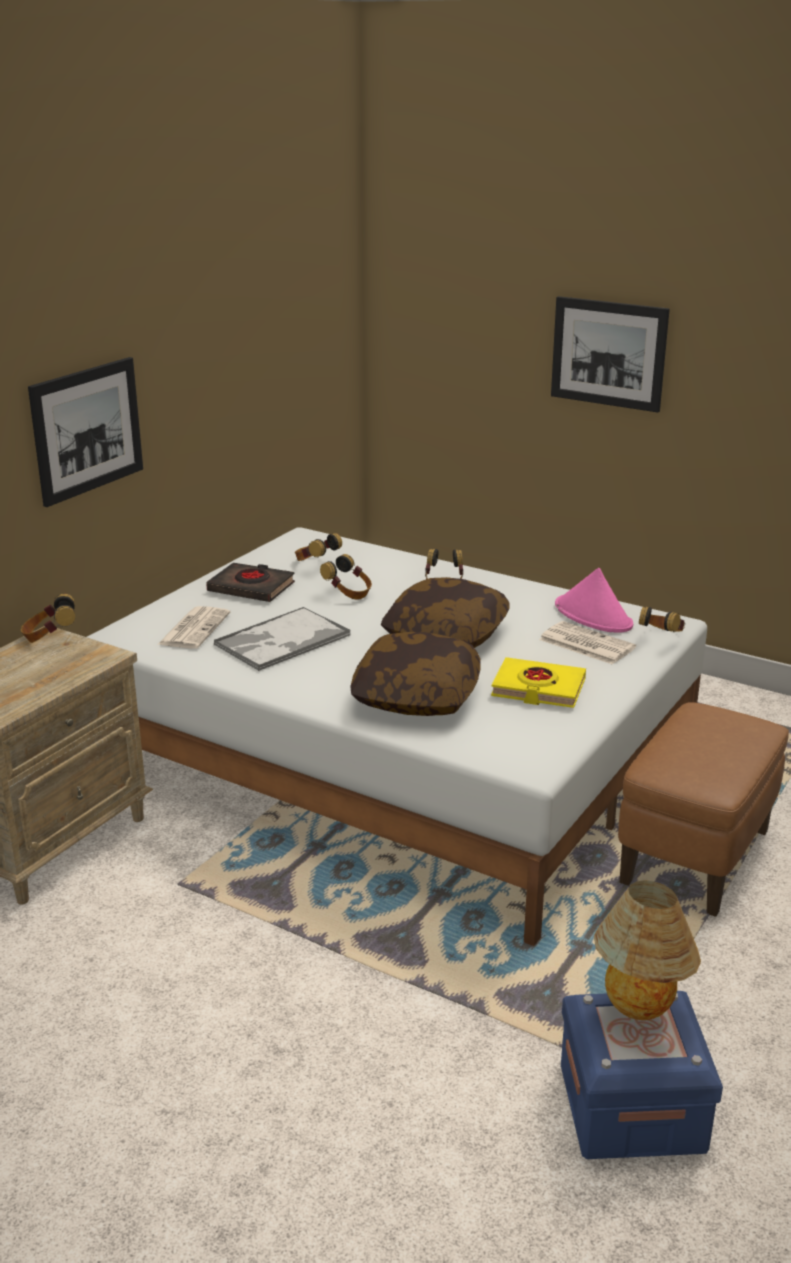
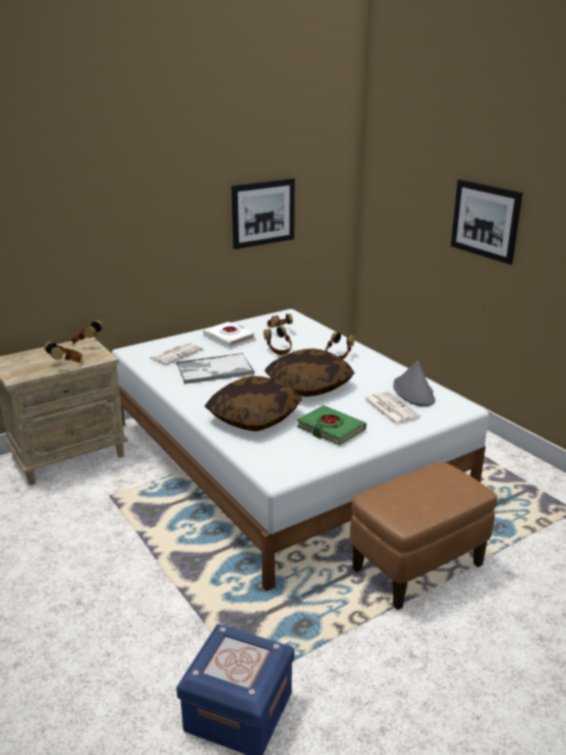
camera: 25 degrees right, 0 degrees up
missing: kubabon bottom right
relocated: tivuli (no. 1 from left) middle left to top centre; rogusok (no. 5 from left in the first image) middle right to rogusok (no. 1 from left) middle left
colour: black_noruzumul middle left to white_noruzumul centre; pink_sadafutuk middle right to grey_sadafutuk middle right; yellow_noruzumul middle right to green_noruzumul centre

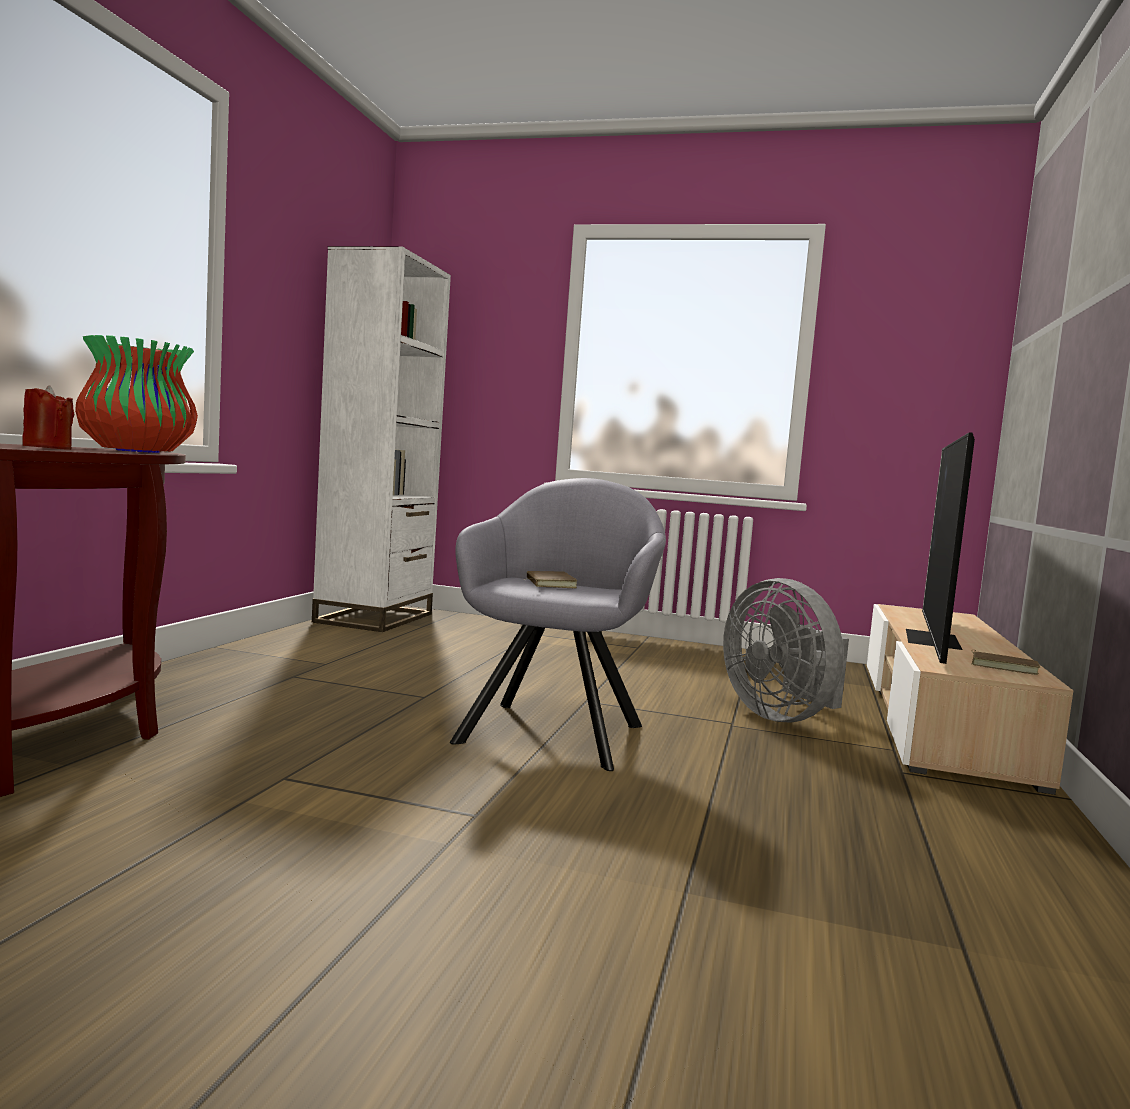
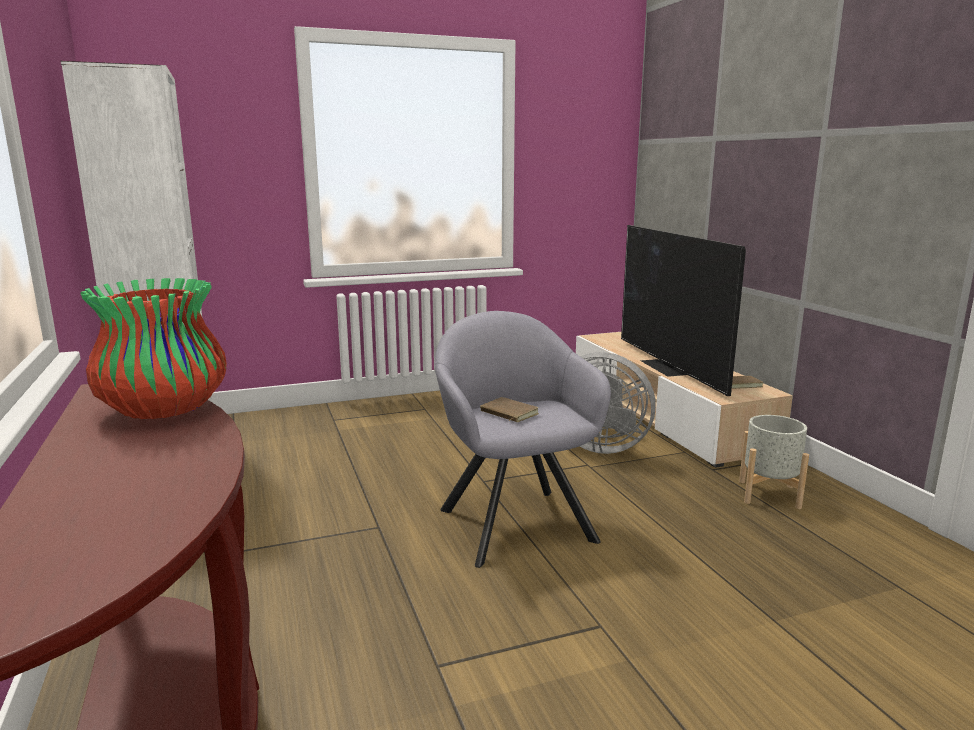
camera: 35 degrees left, 10 degrees up
missing: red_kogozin middle left
appeared: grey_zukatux middle right

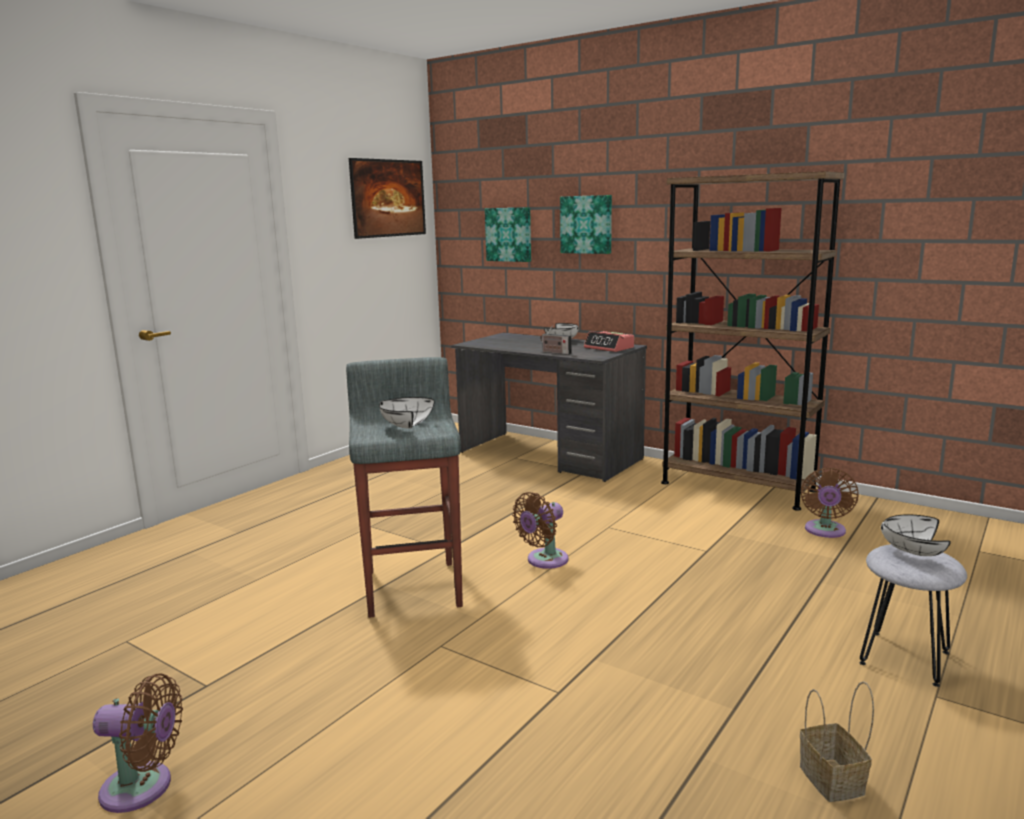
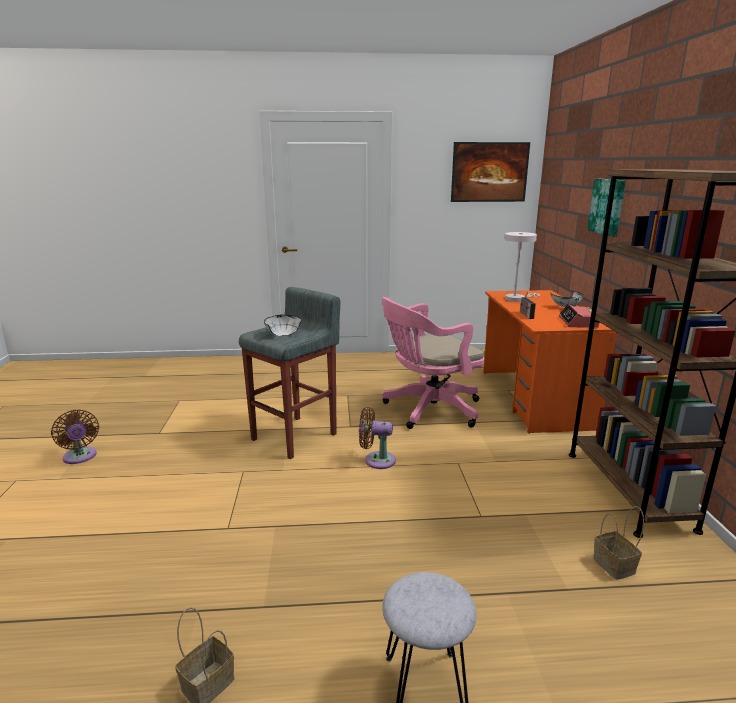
camera: 50 degrees right, 5 degrees up
missing: tivuli (no. 2 from left) top centre; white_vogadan (no. 3 from left) middle right
appeared: white_kubabon middle right; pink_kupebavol centre
exchanged: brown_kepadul (no. 3 from left) middle right to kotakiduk (no. 2 from left) bottom right
colour: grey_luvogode centre to orange_luvogode middle right

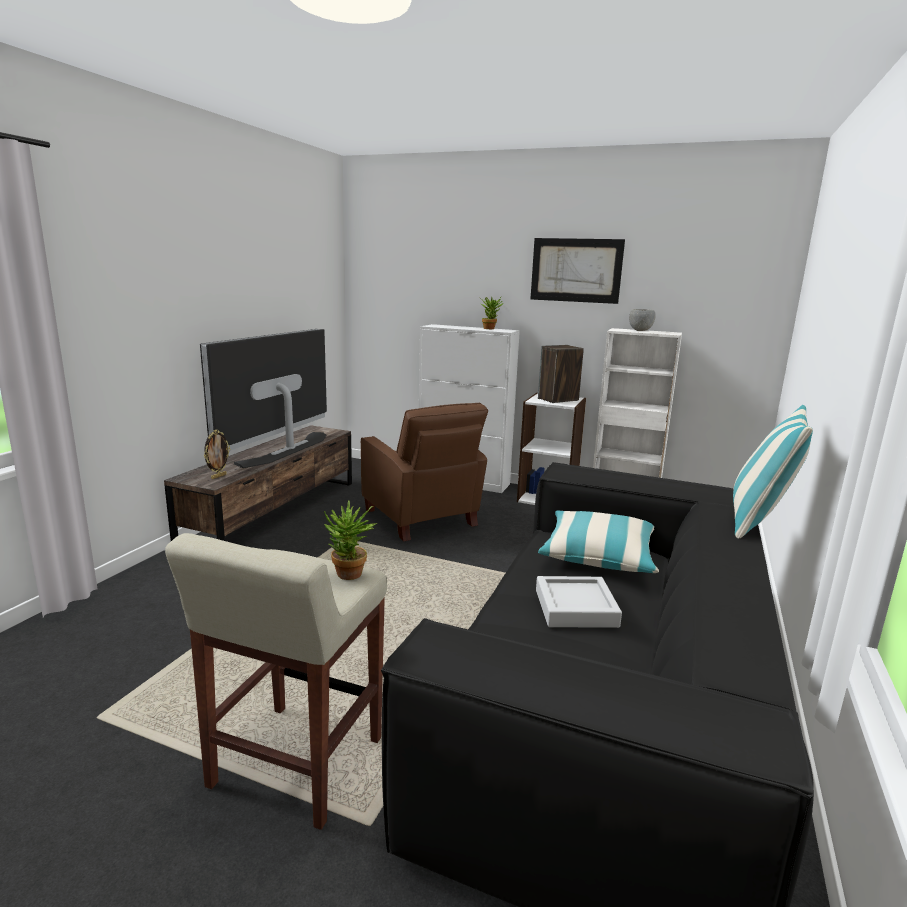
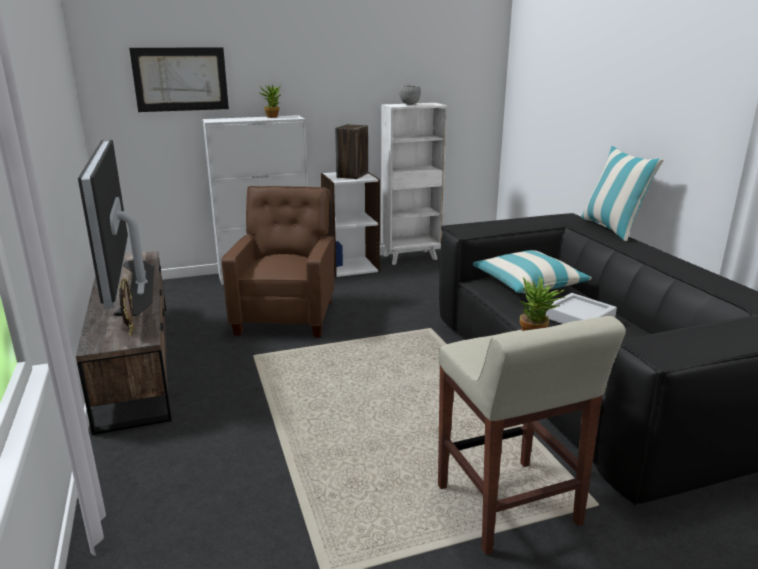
camera: 40 degrees left, 5 degrees up
relocated: tivuli top centre to top left
spun: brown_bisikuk centre = centre 105 degrees counterclockwise

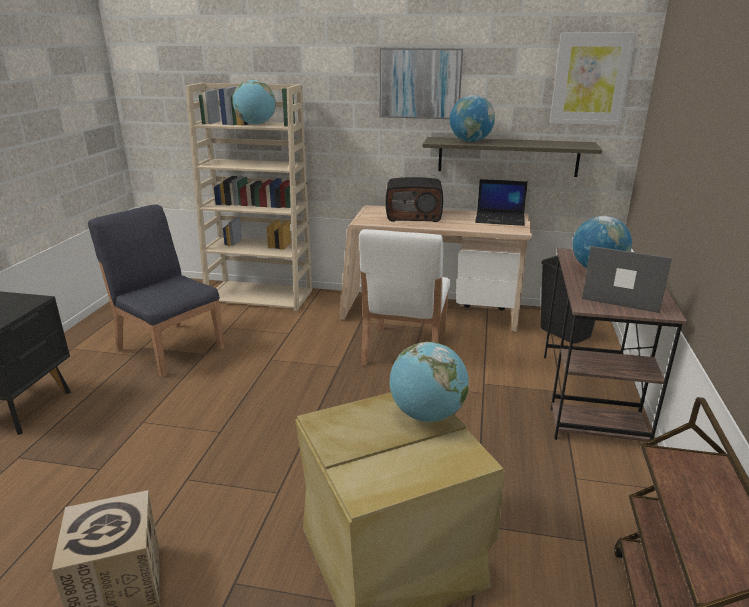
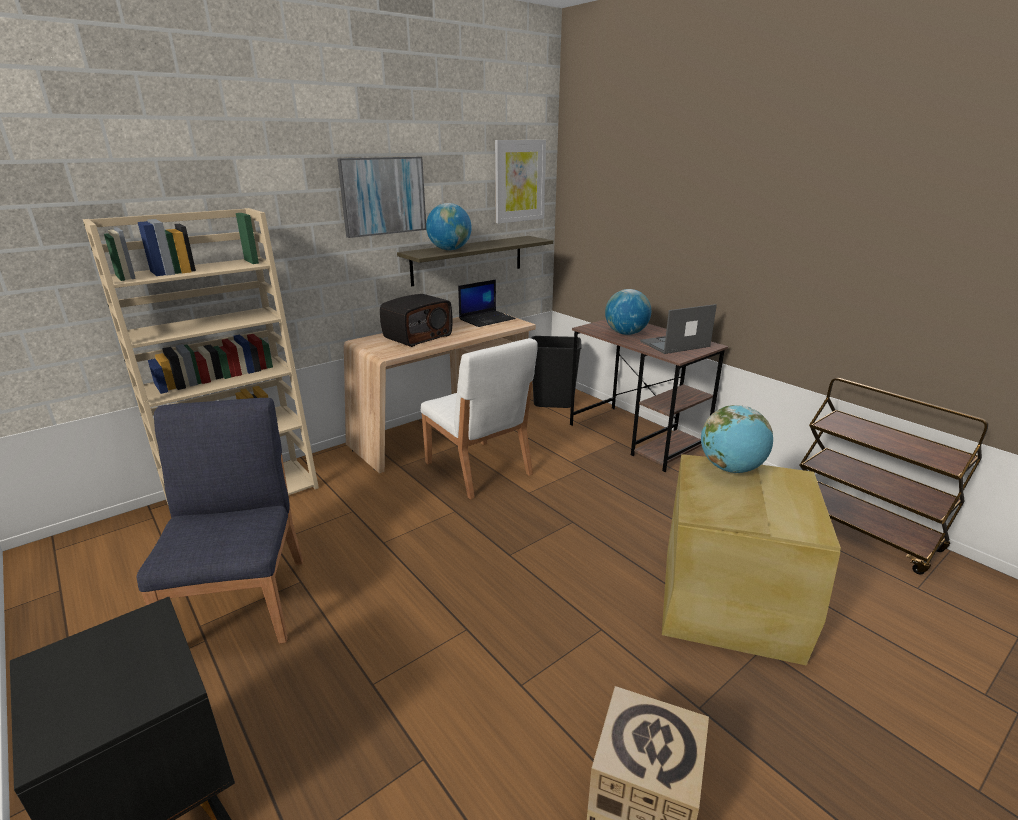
camera: 50 degrees left, 0 degrees up
missing: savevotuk (no. 1 from left) top centre
spun: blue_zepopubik middle left = middle left 90 degrees clockwise

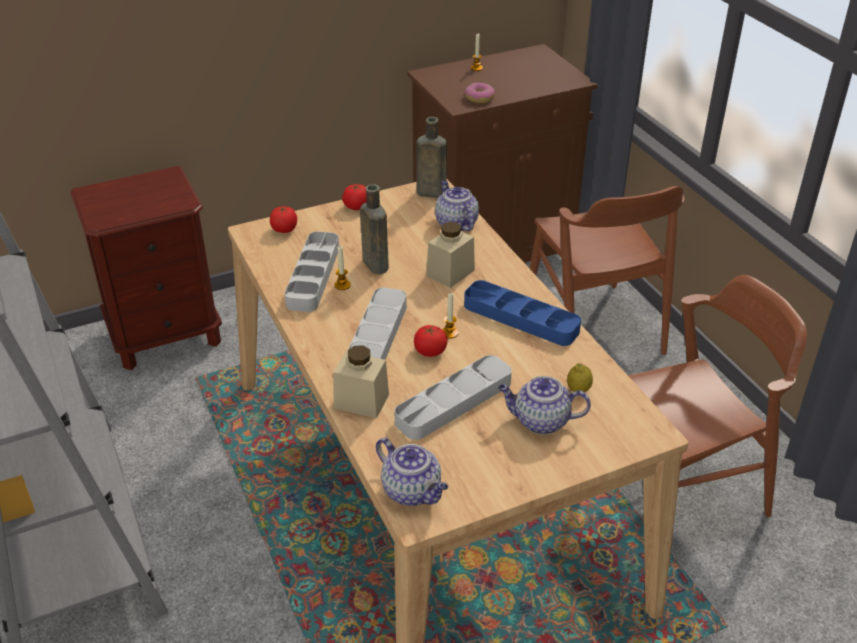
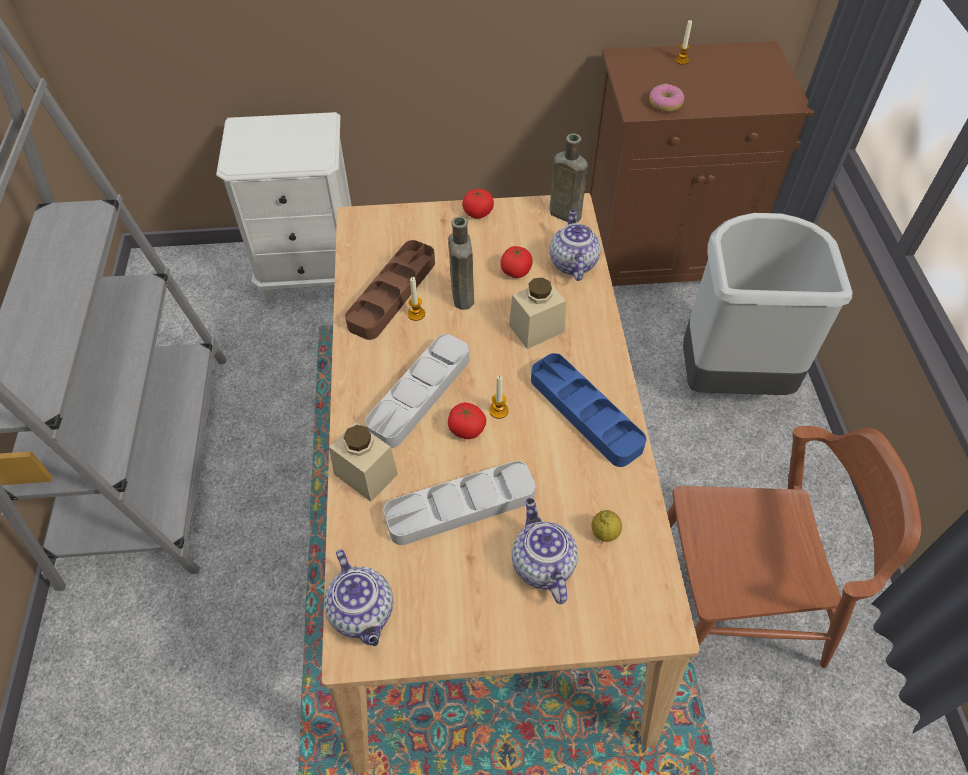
camera: 20 degrees right, 15 degrees up
relocated: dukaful (no. 1 from left in the first image) middle left to dukaful (no. 3 from left) centre
exchanged: brown_zepopubik (no. 1 from left) middle right to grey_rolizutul middle right
colour: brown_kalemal middle left to white_kalemal top left; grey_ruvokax (no. 1 from left) centre to brown_ruvokax centre
spun: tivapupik (no. 3 from left in the first image) centre = bottom centre 45 degrees clockwise

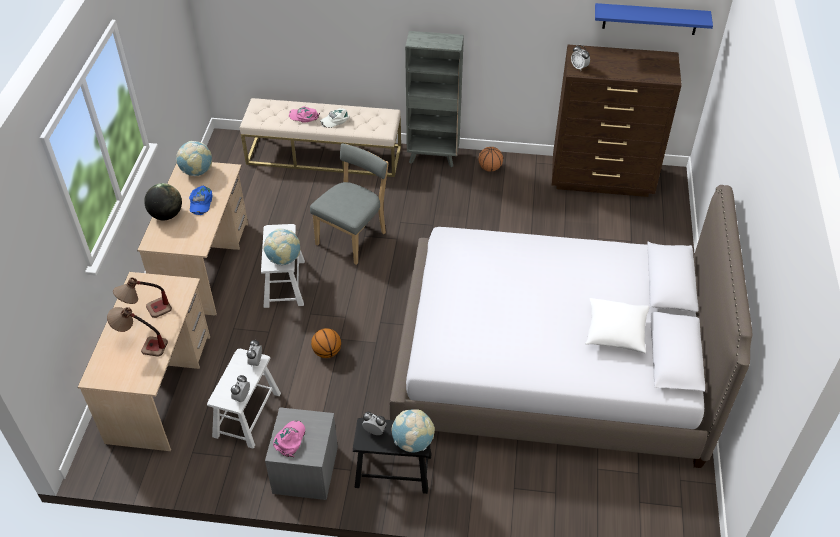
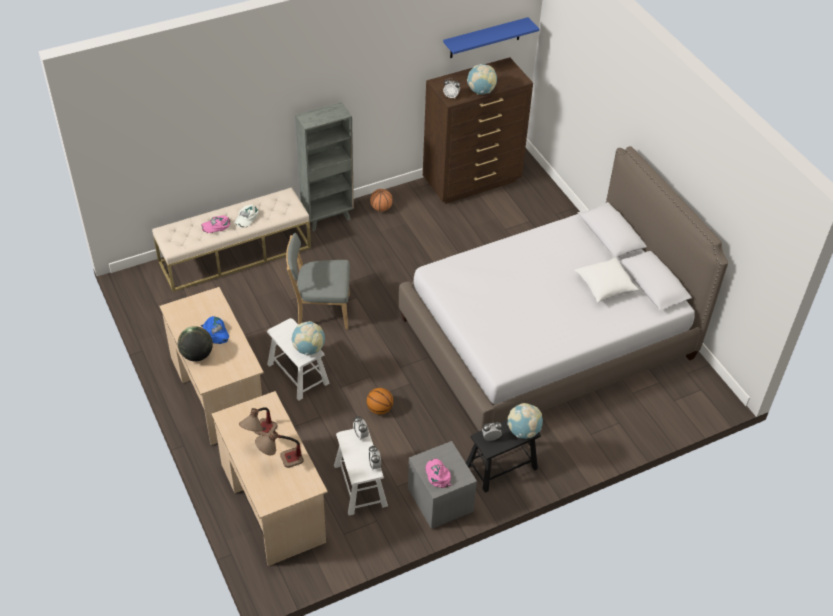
camera: 35 degrees left, 0 degrees up
relocated: savevotuk (no. 2 from left in the first image) top left to savevotuk (no. 3 from left) top centre
spun: grey_zepopubik centre = centre 90 degrees counterclockwise

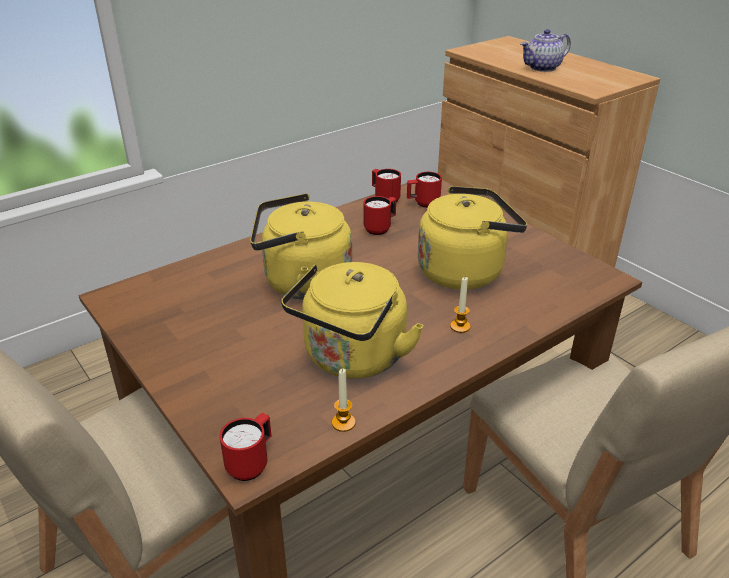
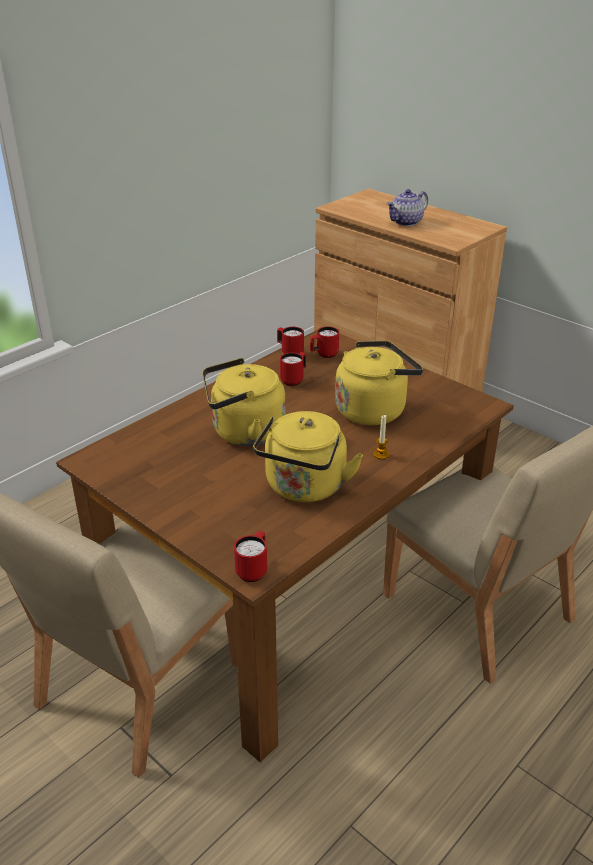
camera: 10 degrees left, 0 degrees up
missing: kogozin (no. 1 from left) bottom centre

